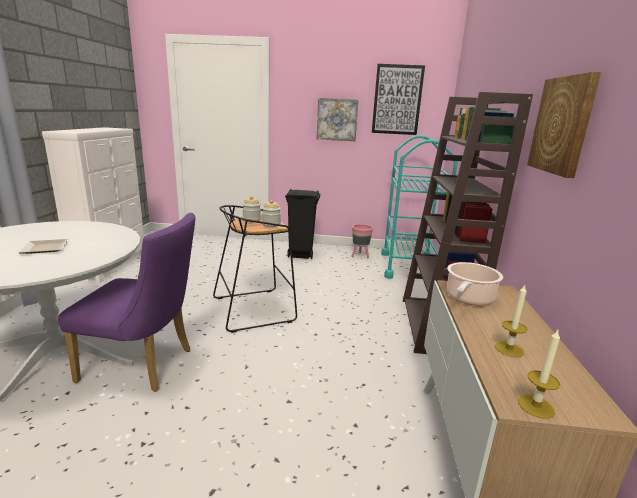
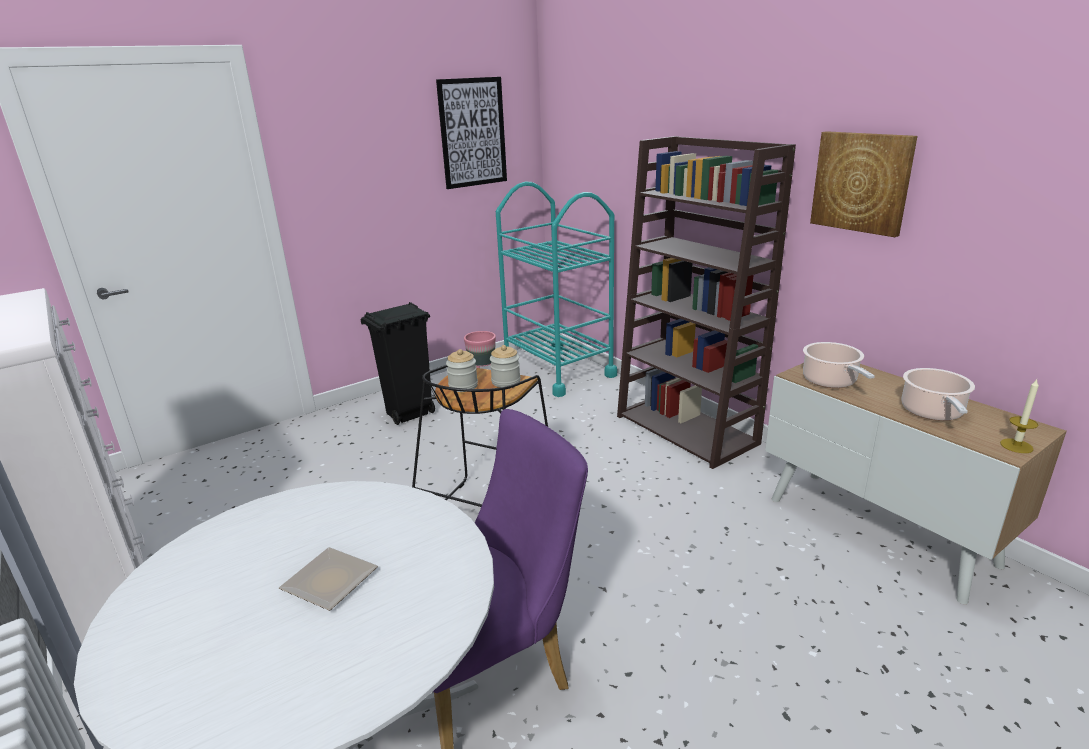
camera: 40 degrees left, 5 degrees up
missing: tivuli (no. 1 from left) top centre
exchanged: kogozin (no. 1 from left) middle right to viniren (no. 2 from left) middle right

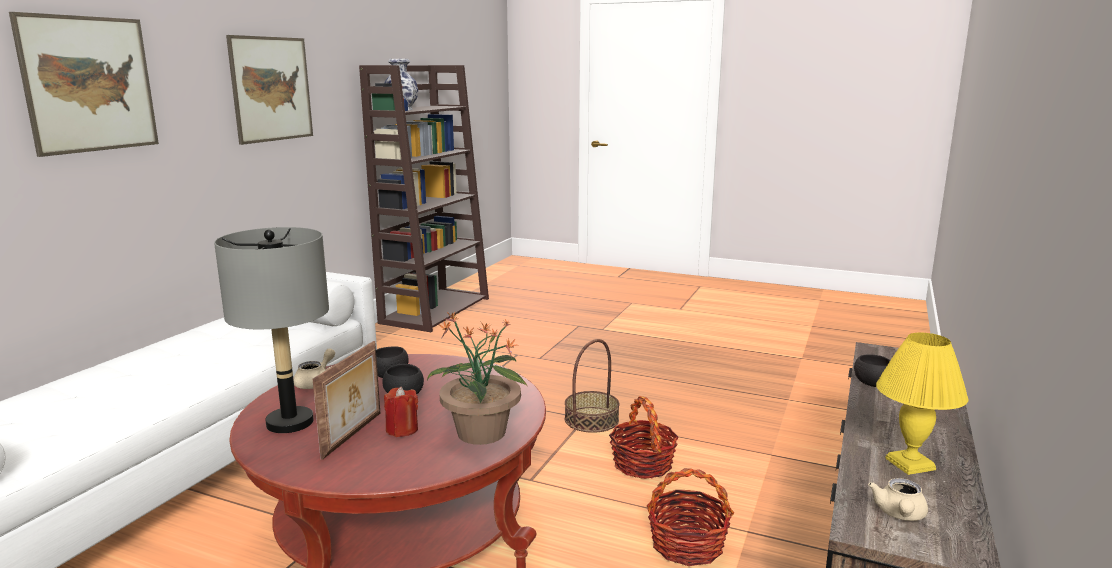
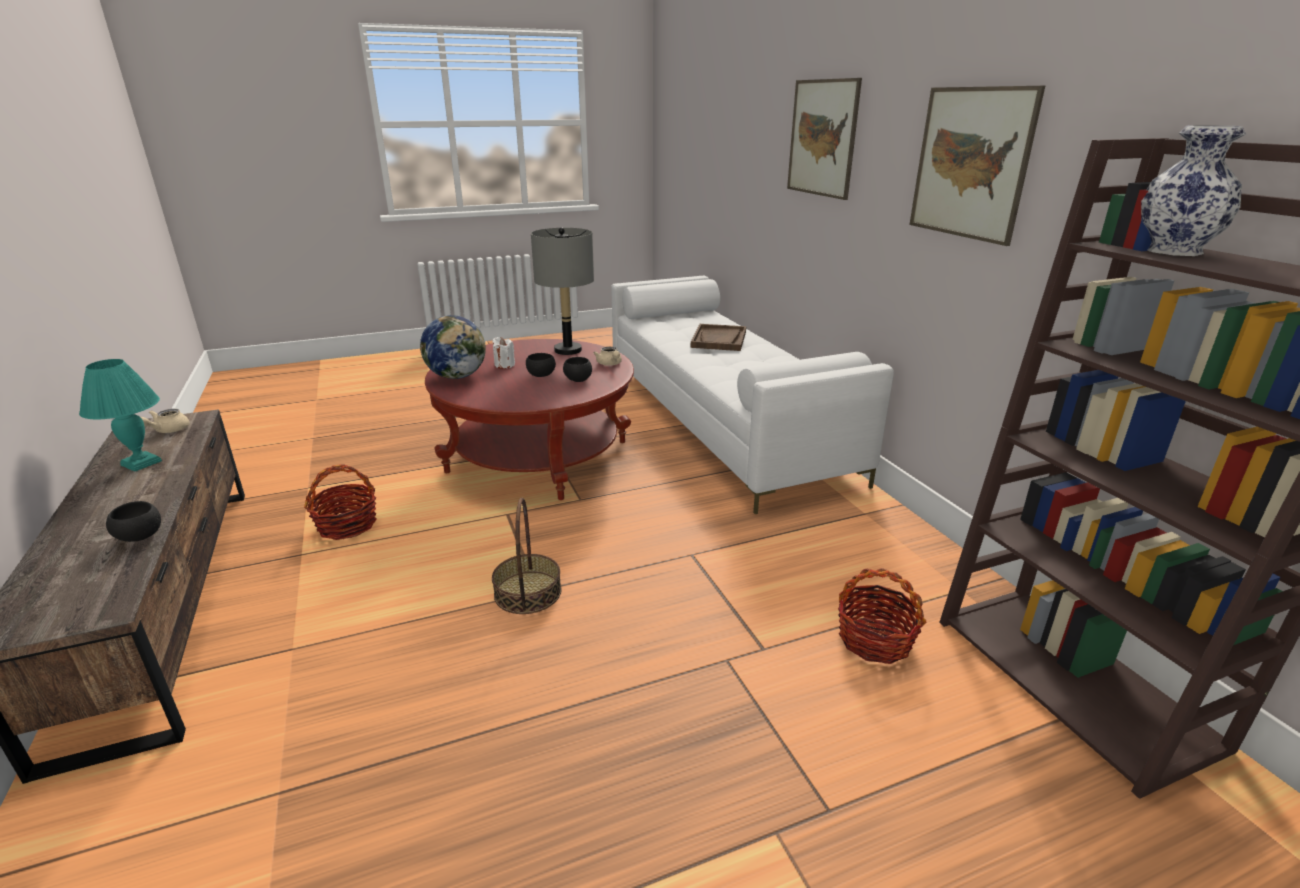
camera: 135 degrees right, 10 degrees up
missing: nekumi bottom left
appeared: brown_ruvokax centre
relocated: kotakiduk (no. 2 from left in the first image) bottom centre to kotakiduk (no. 3 from left) bottom right
exchanged: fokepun centre to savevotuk centre
colour: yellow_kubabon bottom right to turquoise_kubabon middle left; red_kogozin bottom centre to white_kogozin centre
spun: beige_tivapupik (no. 2 from left in the first image) bottom right = middle left 135 degrees counterclockwise

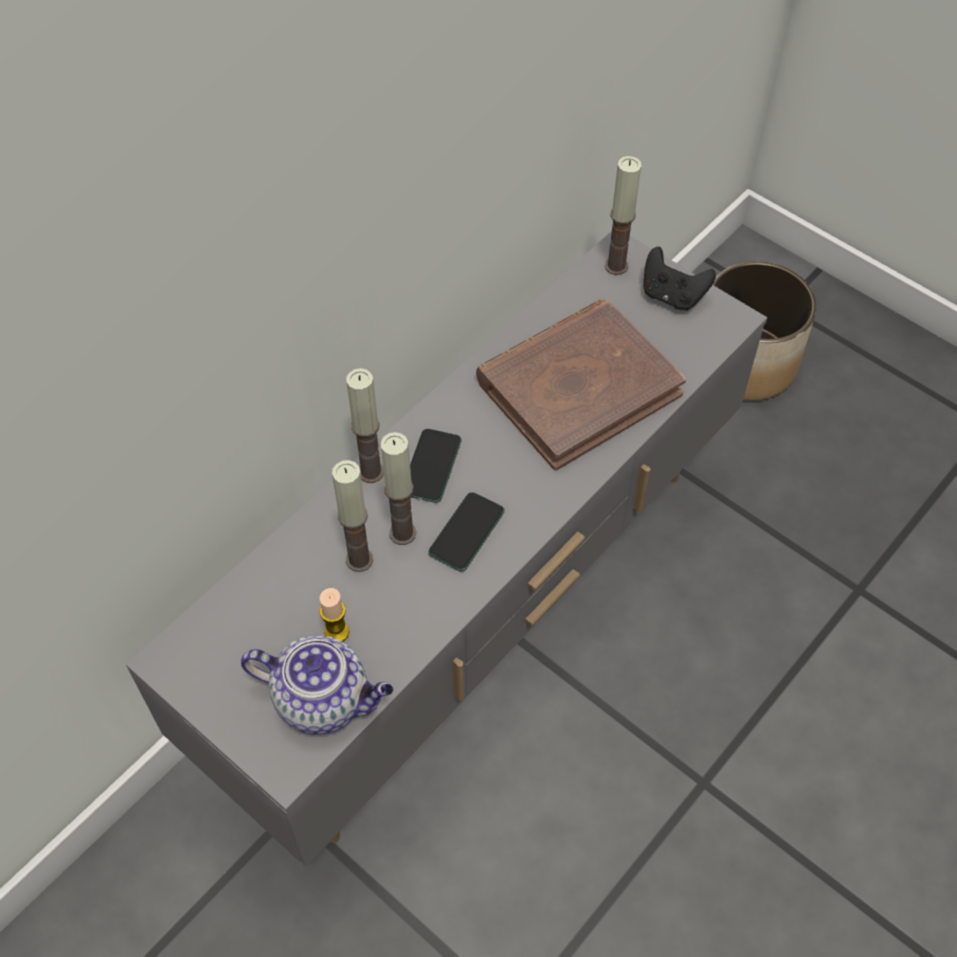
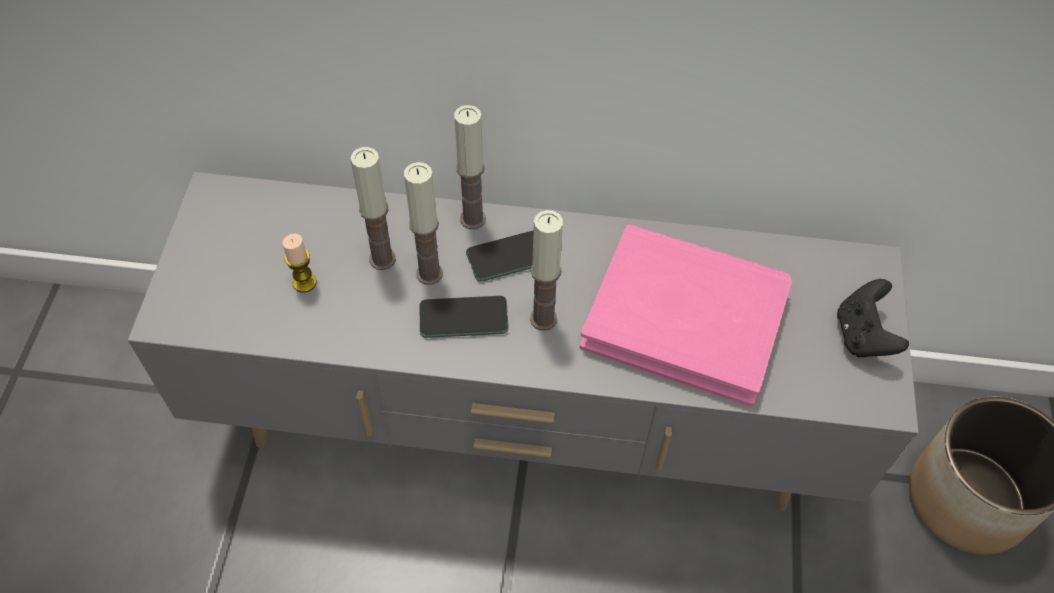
camera: 55 degrees right, 0 degrees up
missing: tivapupik bottom left
relocated: kogozin (no. 5 from left) top centre to centre
colour: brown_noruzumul centre to pink_noruzumul centre

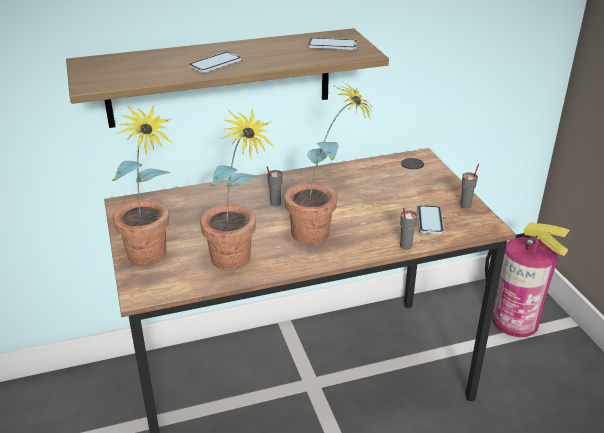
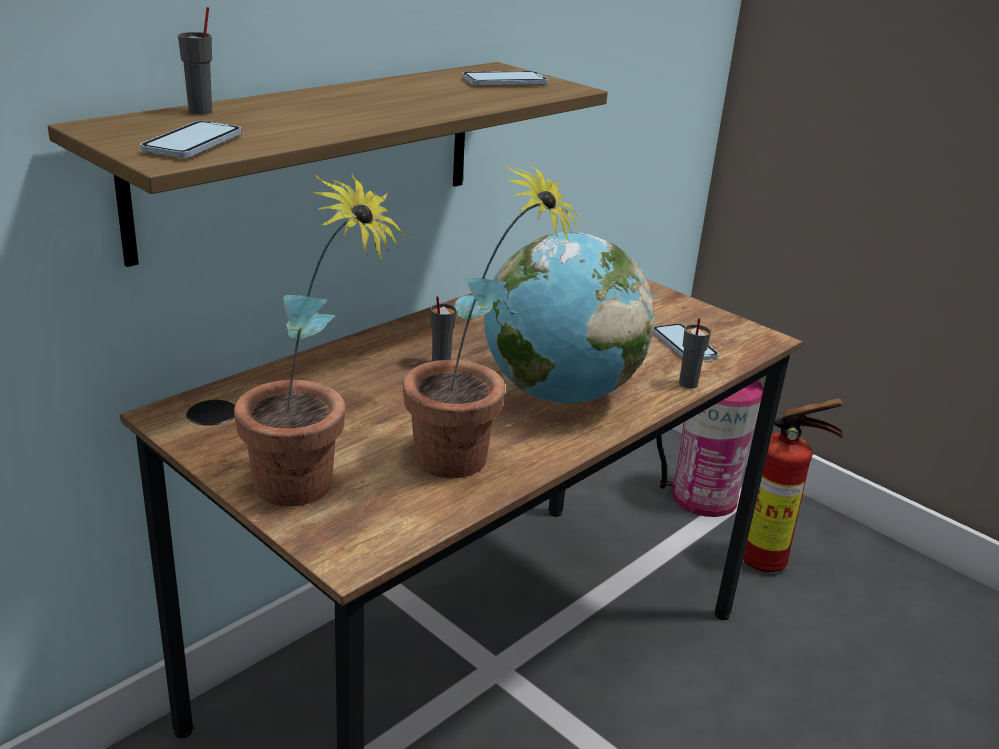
camera: 30 degrees left, 5 degrees down
appeared: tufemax (no. 2 from left) middle right
relocated: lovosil (no. 1 from left) top centre to top left; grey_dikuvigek (no. 3 from left in the first image) middle right to grey_dikuvigek (no. 1 from left) top left
exchanged: fokepun (no. 3 from left) centre to savevotuk centre

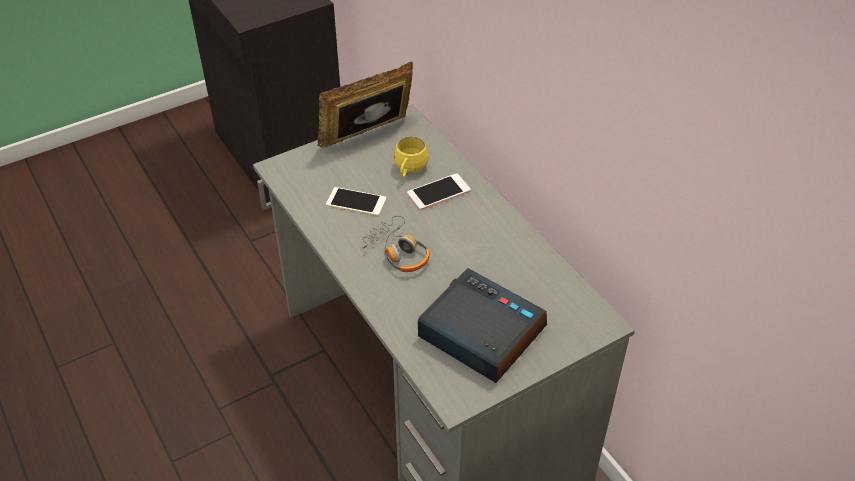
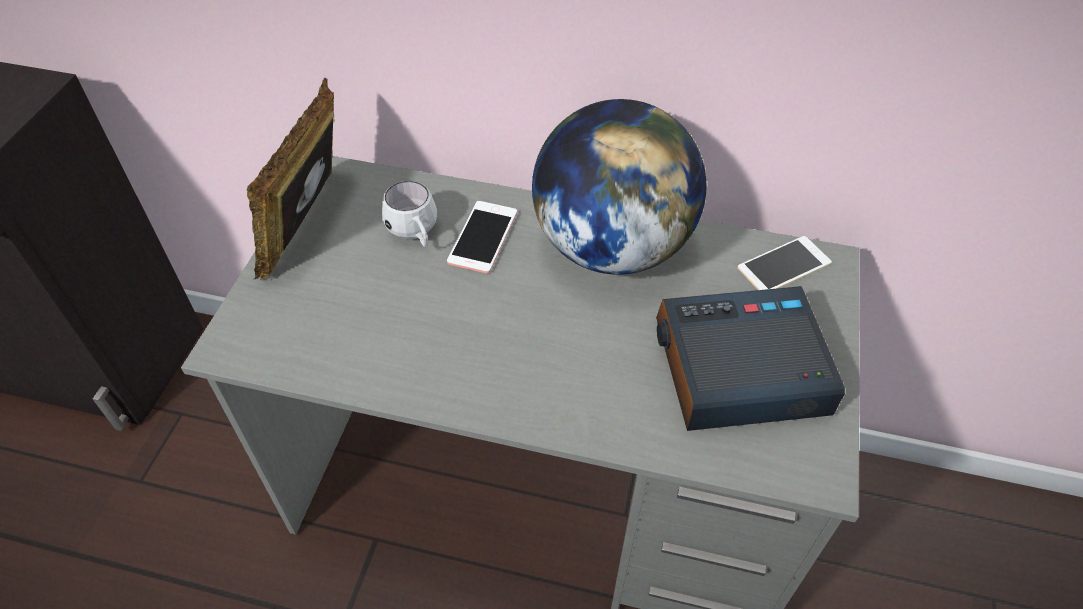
camera: 45 degrees left, 5 degrees up
missing: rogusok centre
appeared: savevotuk top centre
relocated: lovosil (no. 1 from left in the first image) centre to lovosil (no. 2 from left) middle right
colour: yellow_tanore top centre to white_tanore centre

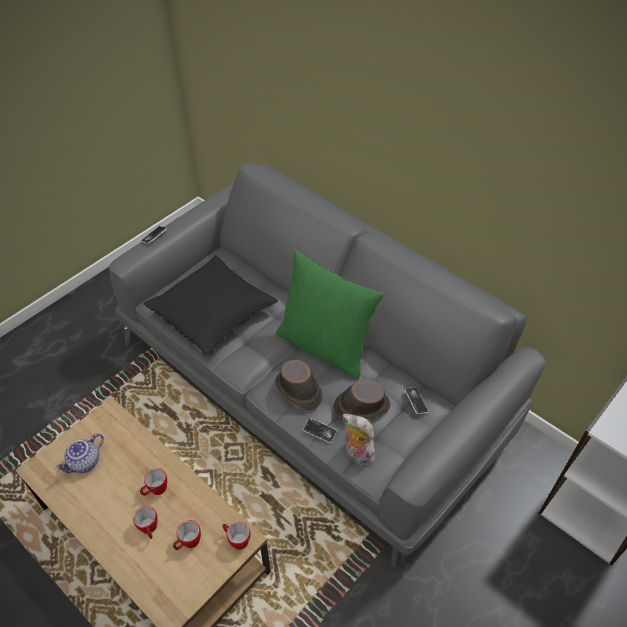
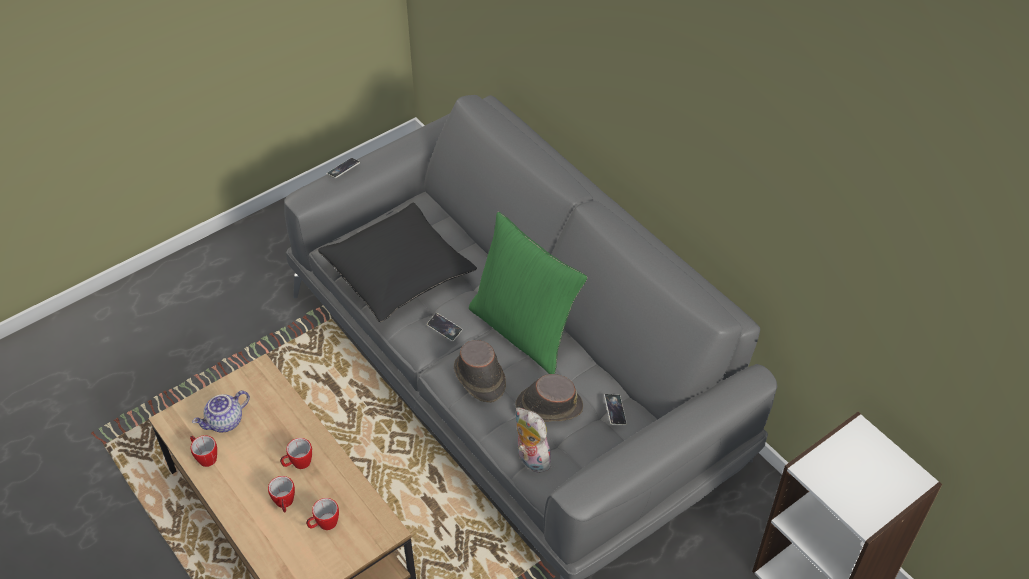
camera: 10 degrees right, 0 degrees up
relocated: lovosil (no. 2 from left) bottom centre to centre; tanore (no. 4 from left in the first image) bottom centre to tanore (no. 1 from left) bottom left

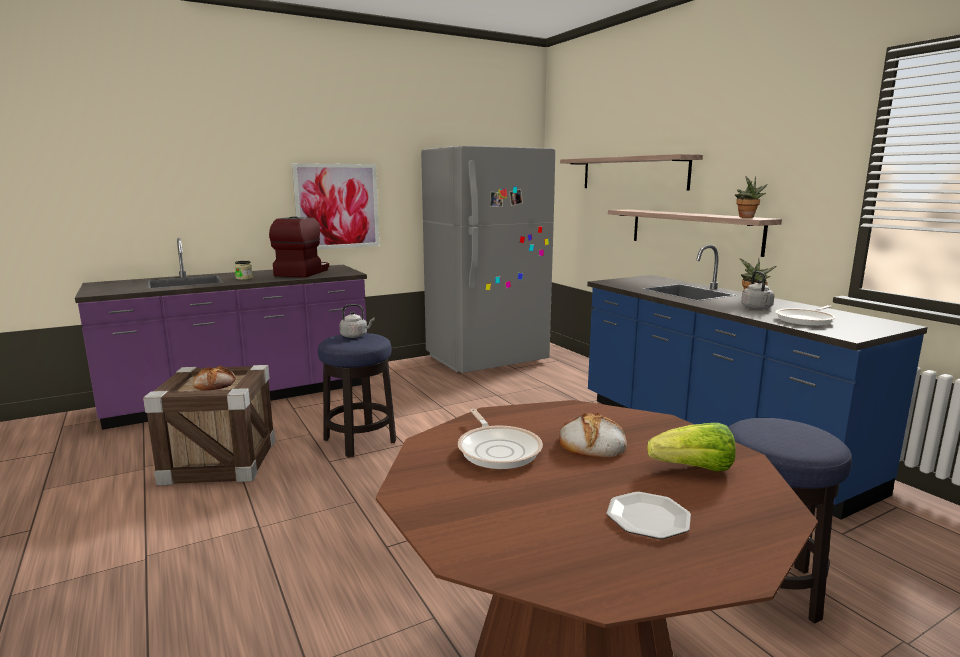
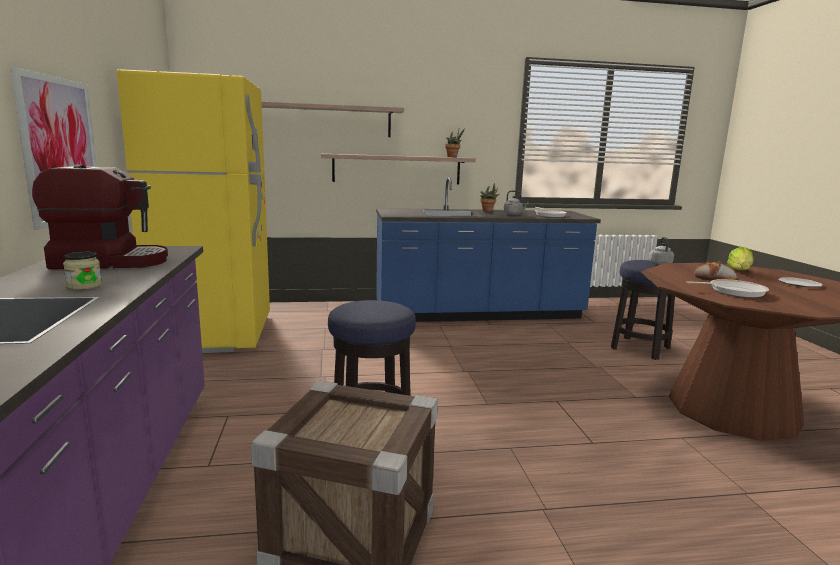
camera: 70 degrees left, 0 degrees up
missing: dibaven (no. 1 from left) middle left
relocated: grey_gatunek (no. 1 from left in the first image) centre to grey_gatunek (no. 2 from left) middle right
colour: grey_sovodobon centre to yellow_sovodobon middle left
spun: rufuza middle left = middle left 135 degrees clockwise

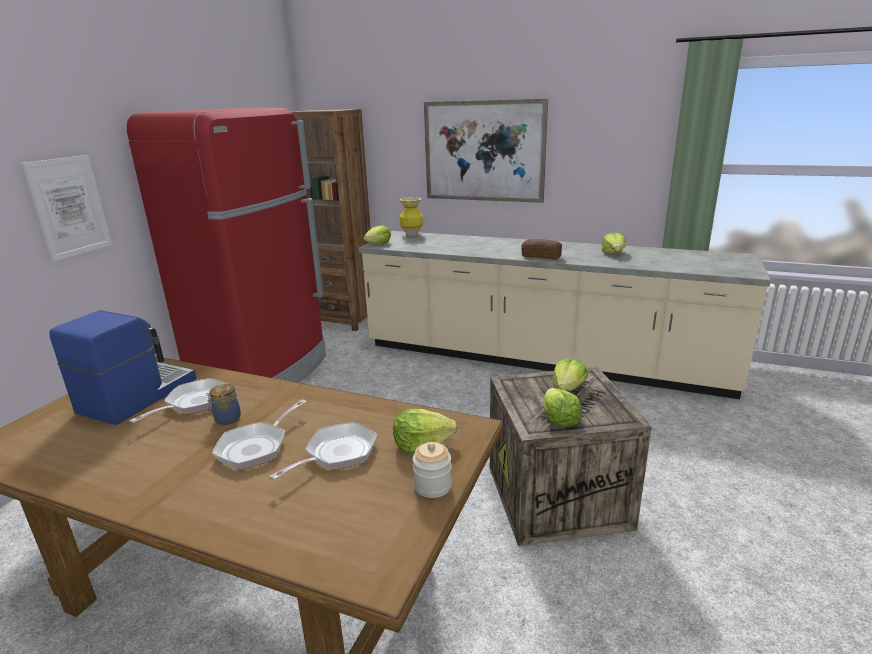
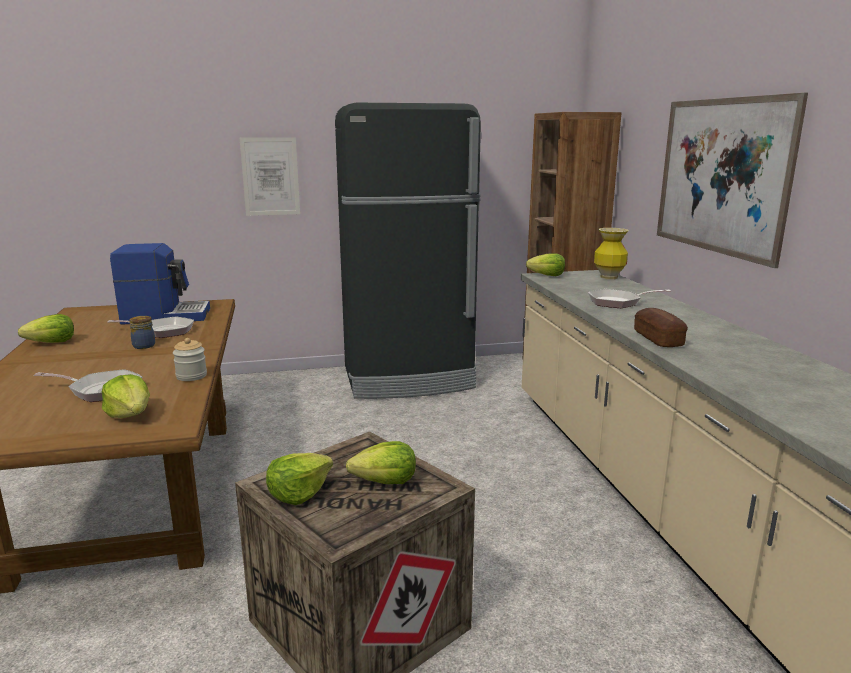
camera: 55 degrees right, 5 degrees down
relocated: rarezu (no. 5 from left in the first image) middle right to rarezu (no. 1 from left) middle left; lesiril (no. 2 from left in the first image) middle left to lesiril (no. 3 from left) middle right; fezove (no. 2 from left) bottom centre to middle left
colour: red_sovodobon middle left to black_sovodobon centre

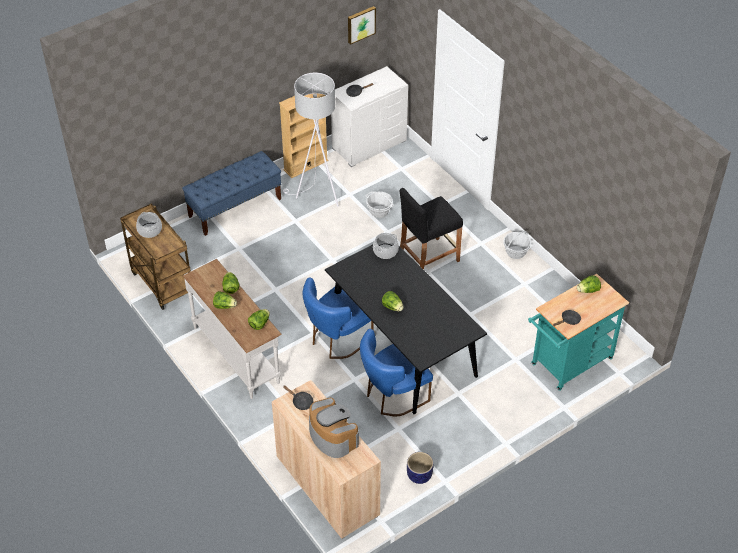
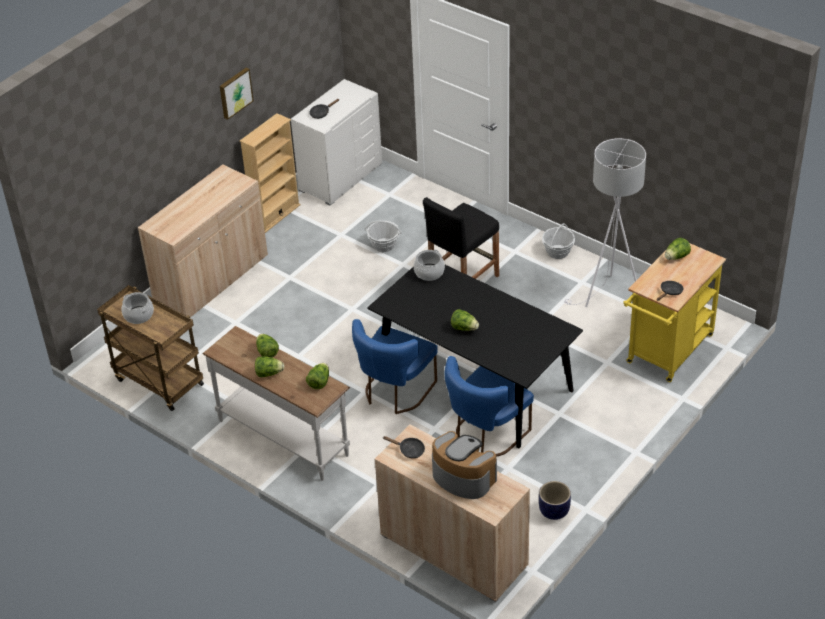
camera: 15 degrees left, 5 degrees down
relocated: tivuli top centre to top left; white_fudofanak top centre to middle right
exchanged: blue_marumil middle left to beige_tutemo (no. 1 from left) middle left
colour: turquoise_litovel middle right to yellow_litovel middle right

